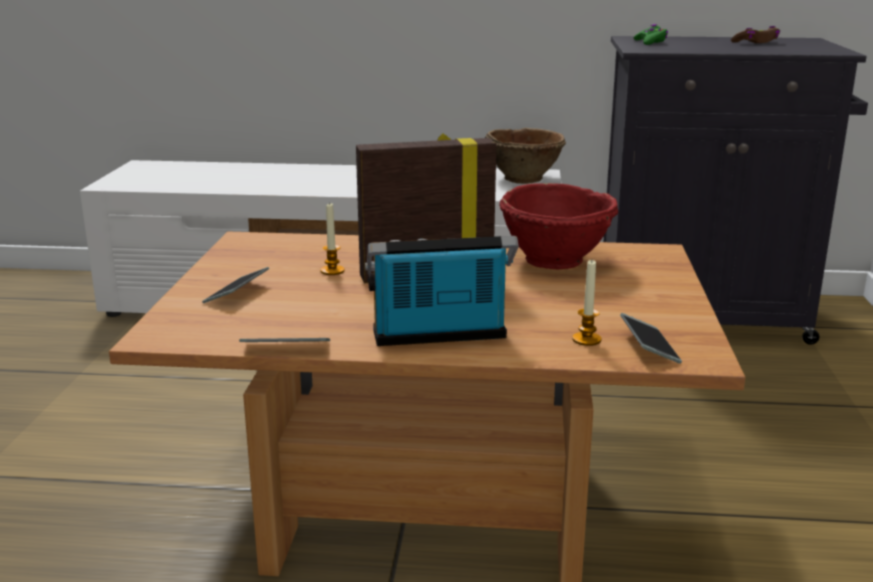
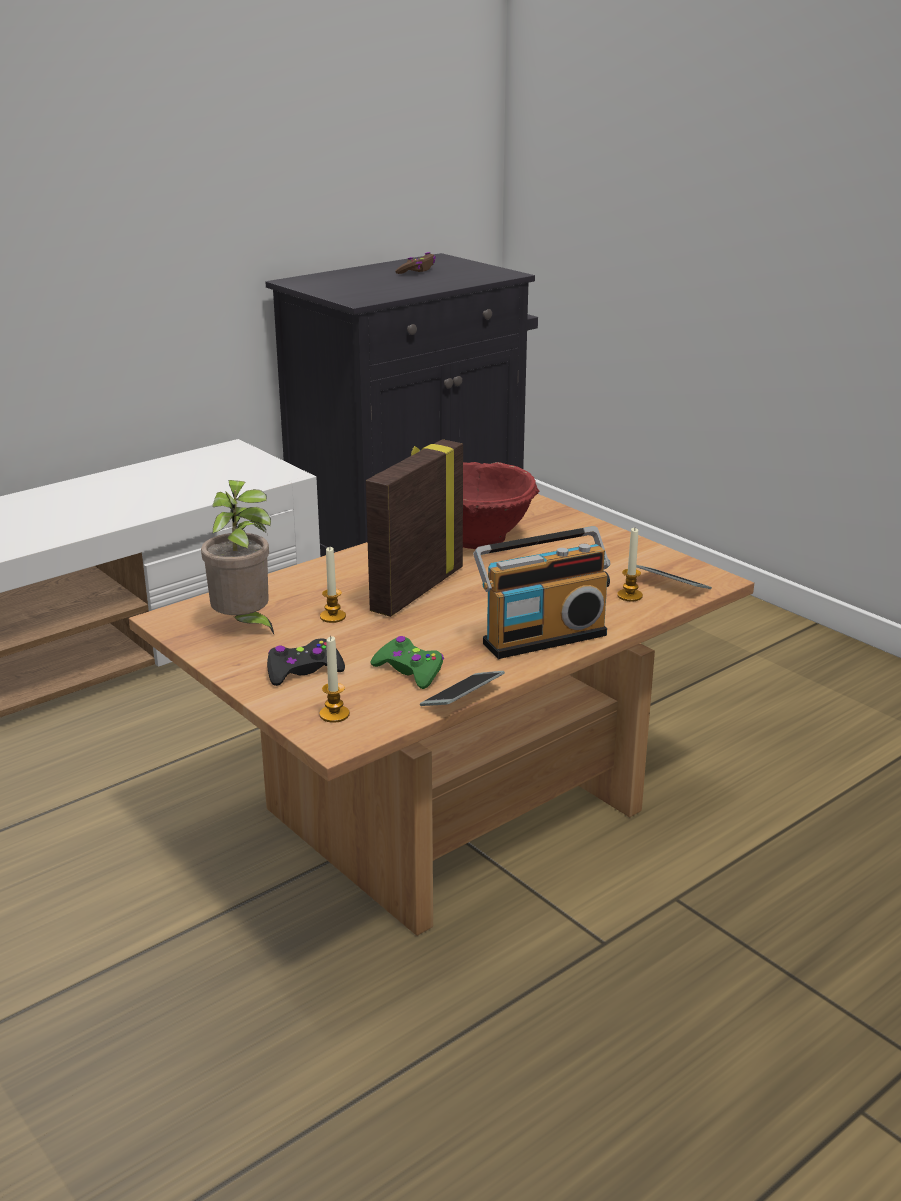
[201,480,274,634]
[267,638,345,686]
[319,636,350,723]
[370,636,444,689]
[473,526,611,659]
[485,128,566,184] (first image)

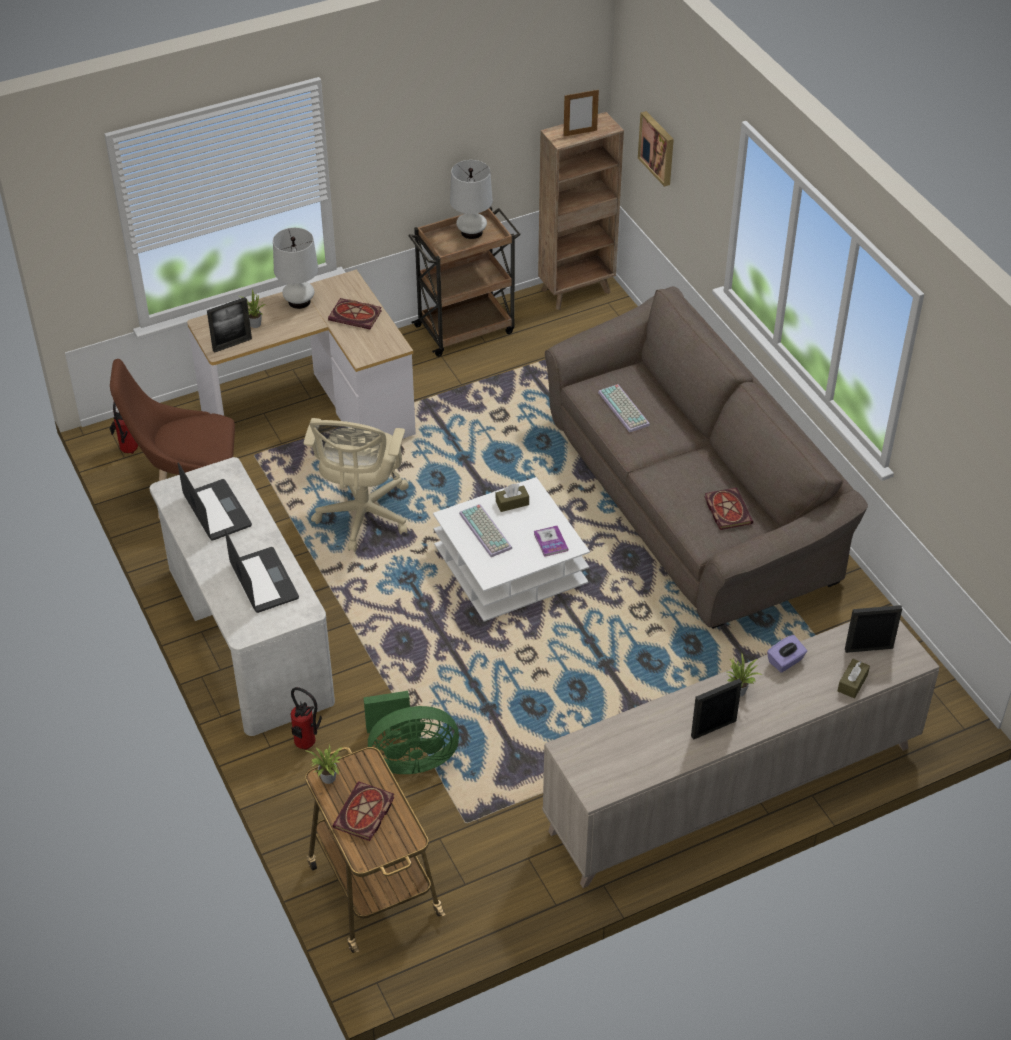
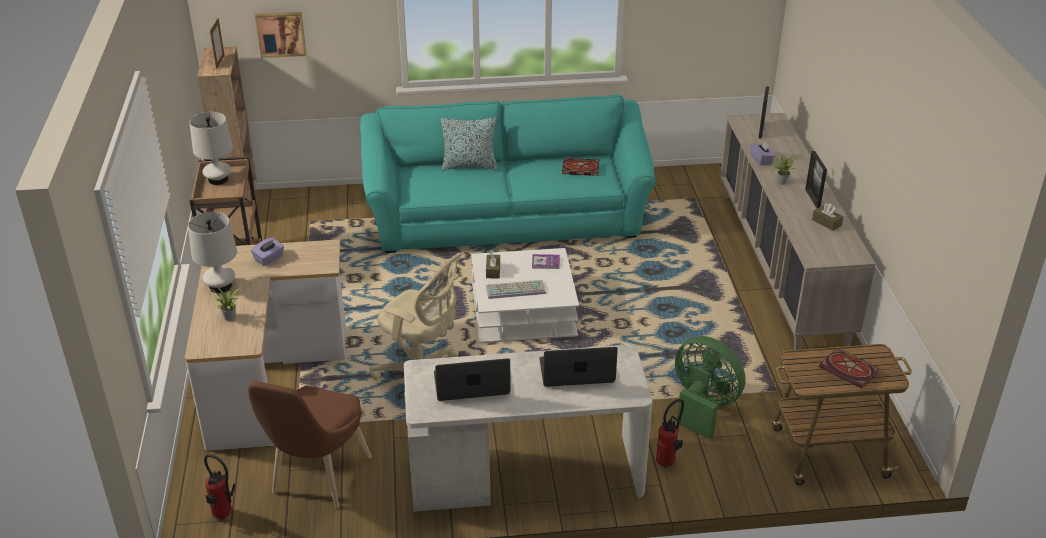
[251,237,284,266]
[360,94,656,253]
[441,117,498,170]
[675,336,746,439]
[812,203,843,231]
[207,297,252,353] (first image)
[304,744,342,784] (first image)
[598,384,650,433] (first image)

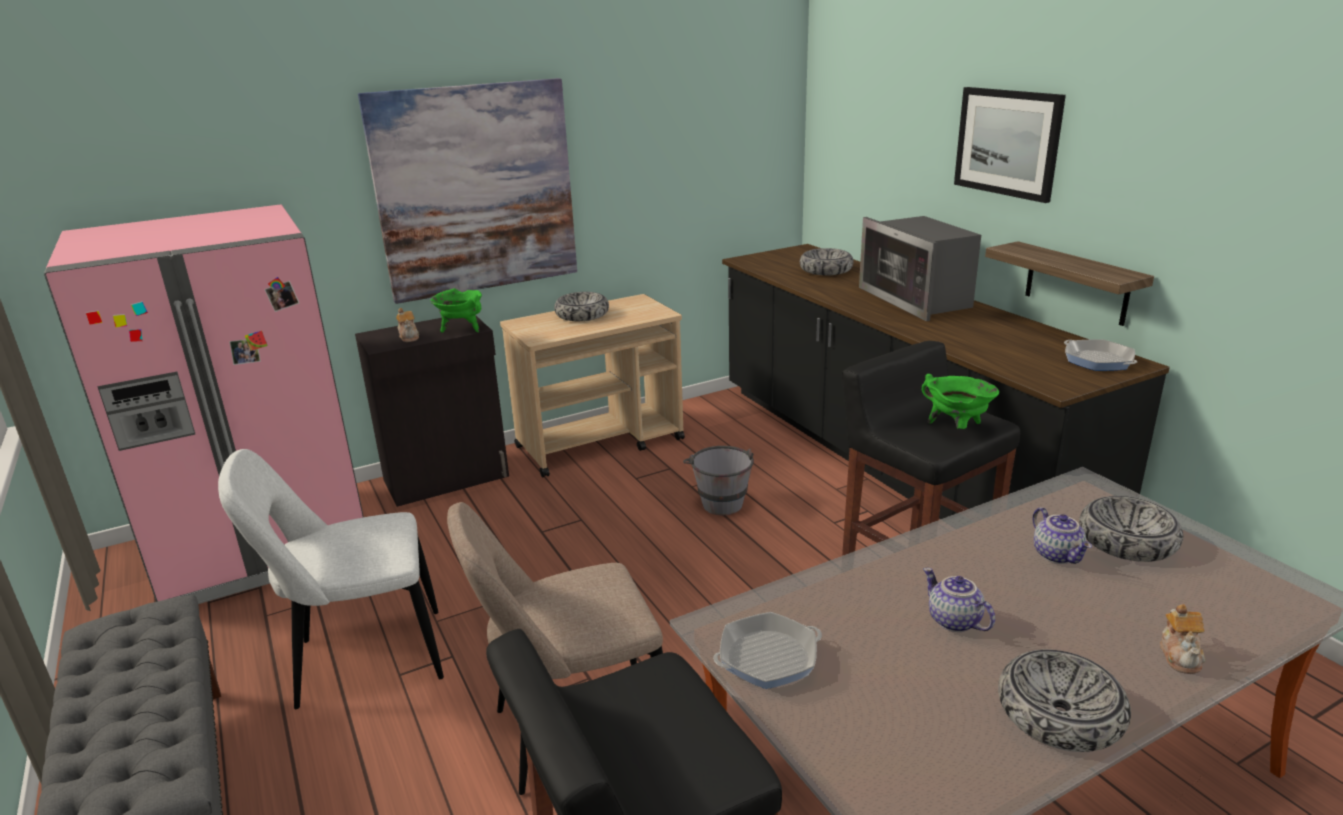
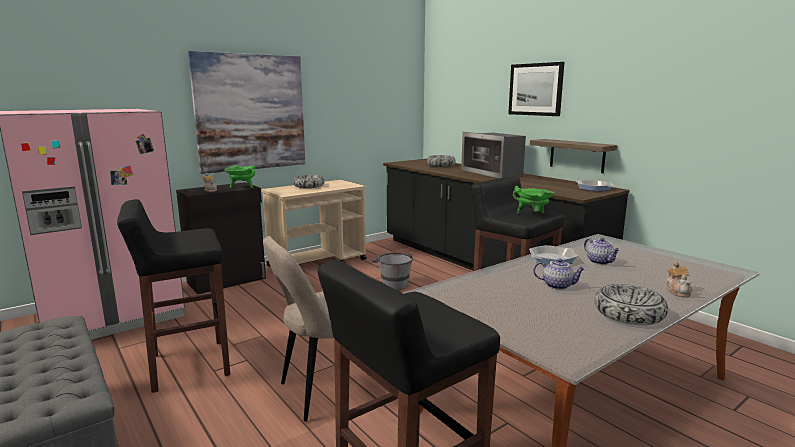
[117,199,230,393]
[529,245,578,265]
[533,258,586,290]
[1079,496,1183,562] (first image)

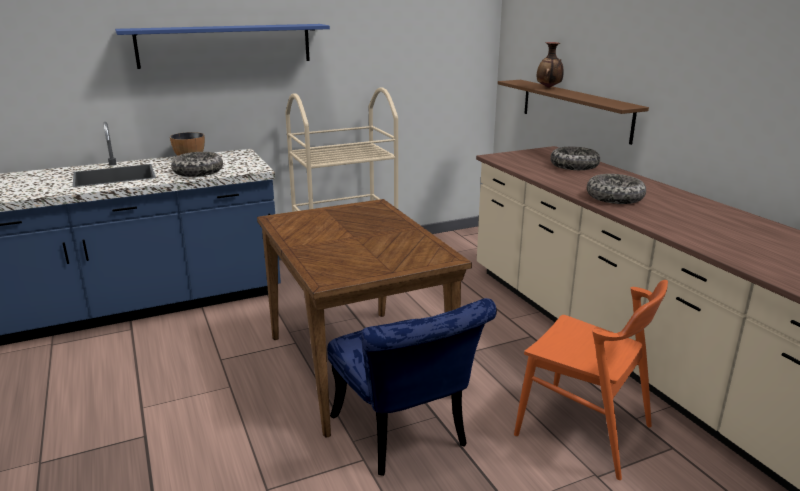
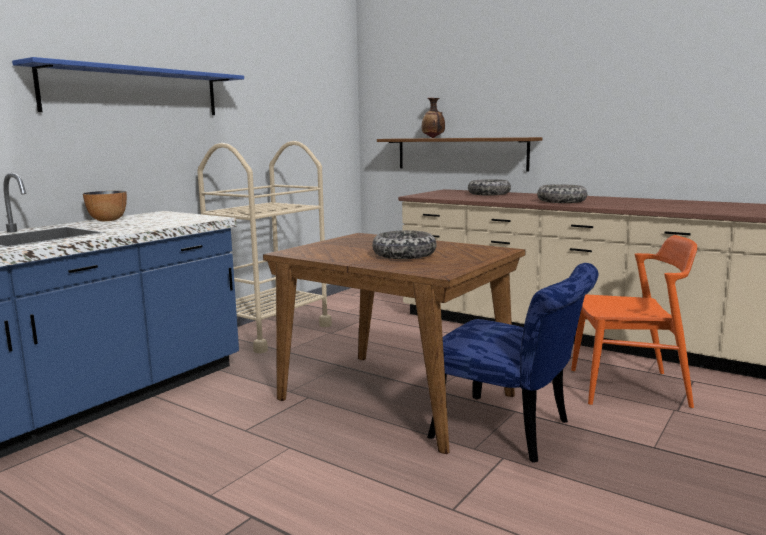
[372,230,437,259]

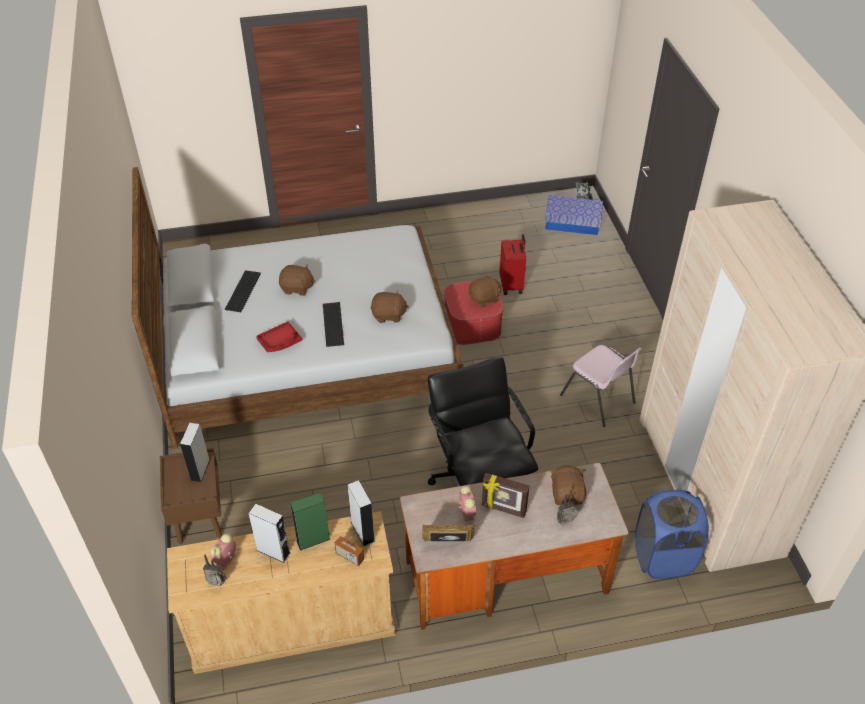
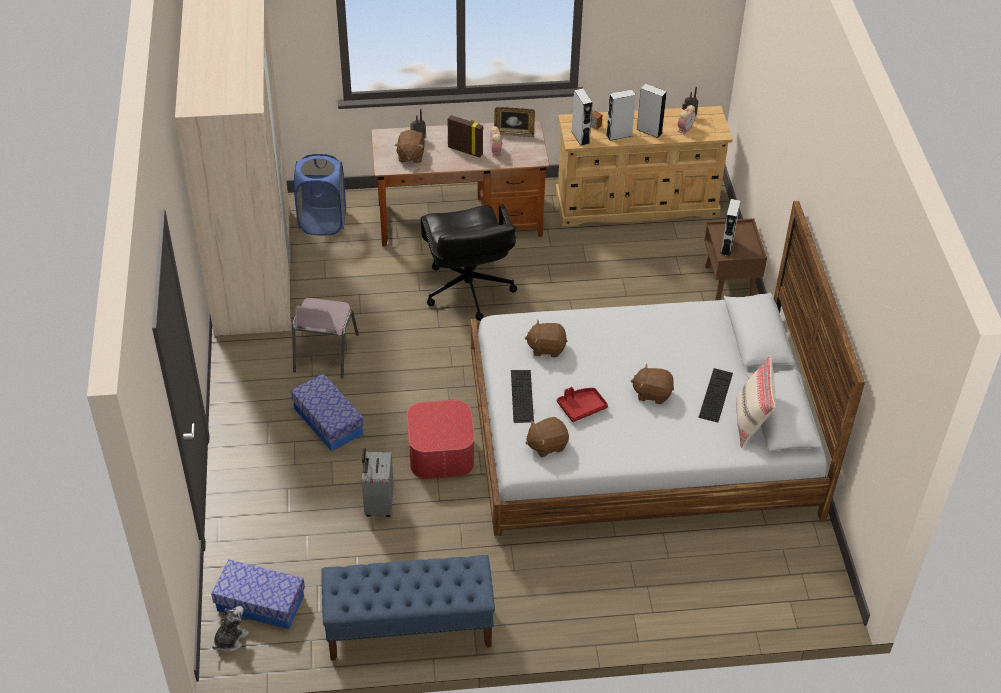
[290,373,364,451]
[292,298,359,378]
[321,555,495,661]
[362,448,394,517]
[511,370,534,423]
[526,417,569,457]
[557,387,608,422]
[606,89,636,141]
[736,355,776,448]

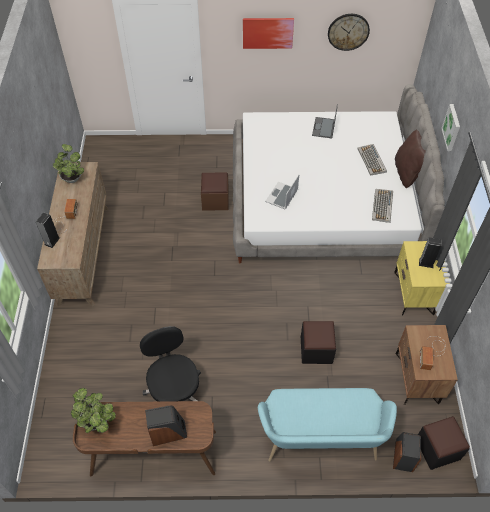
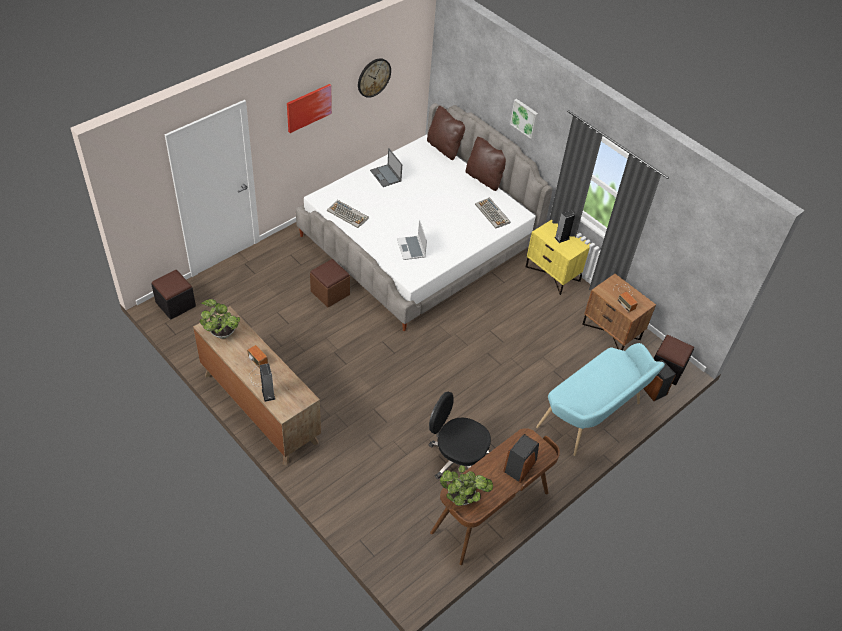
[151,270,196,319]
[327,200,369,228]
[427,106,465,160]

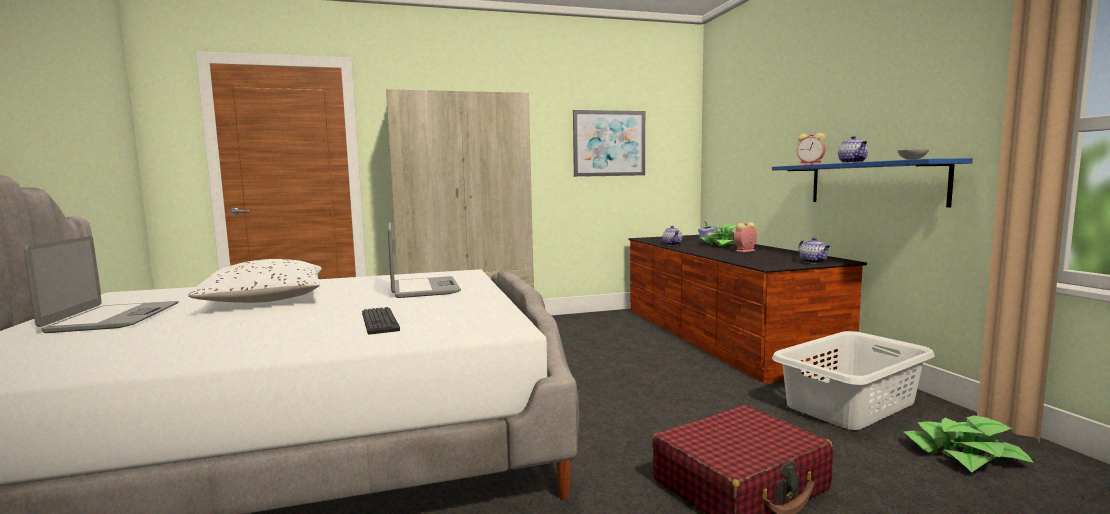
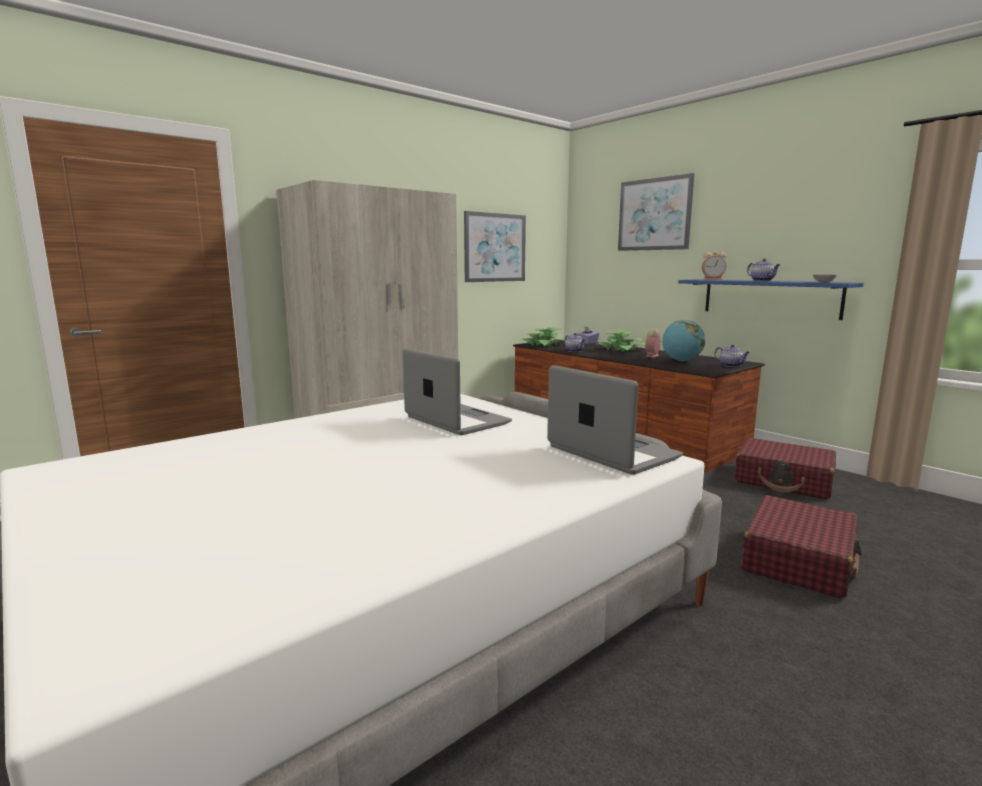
[522,327,565,346]
[547,365,683,475]
[618,173,694,251]
[662,320,705,361]
[734,437,836,500]
[188,259,322,303] (first image)
[362,307,400,335] (first image)

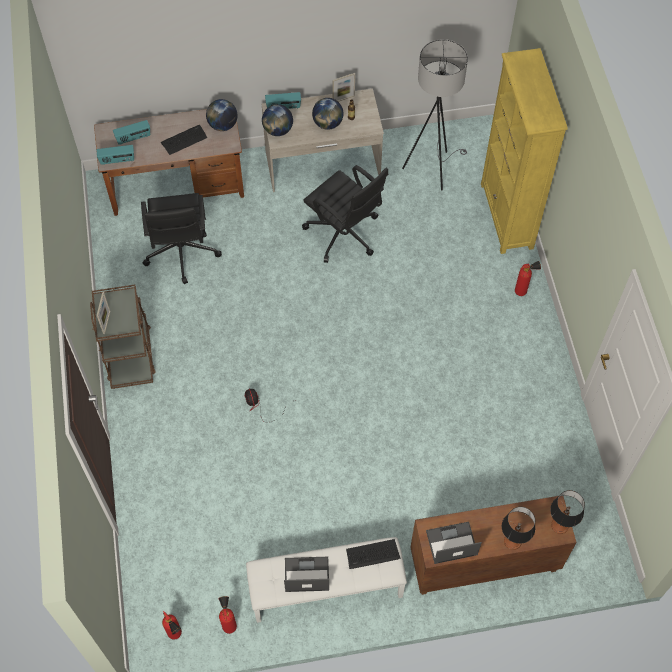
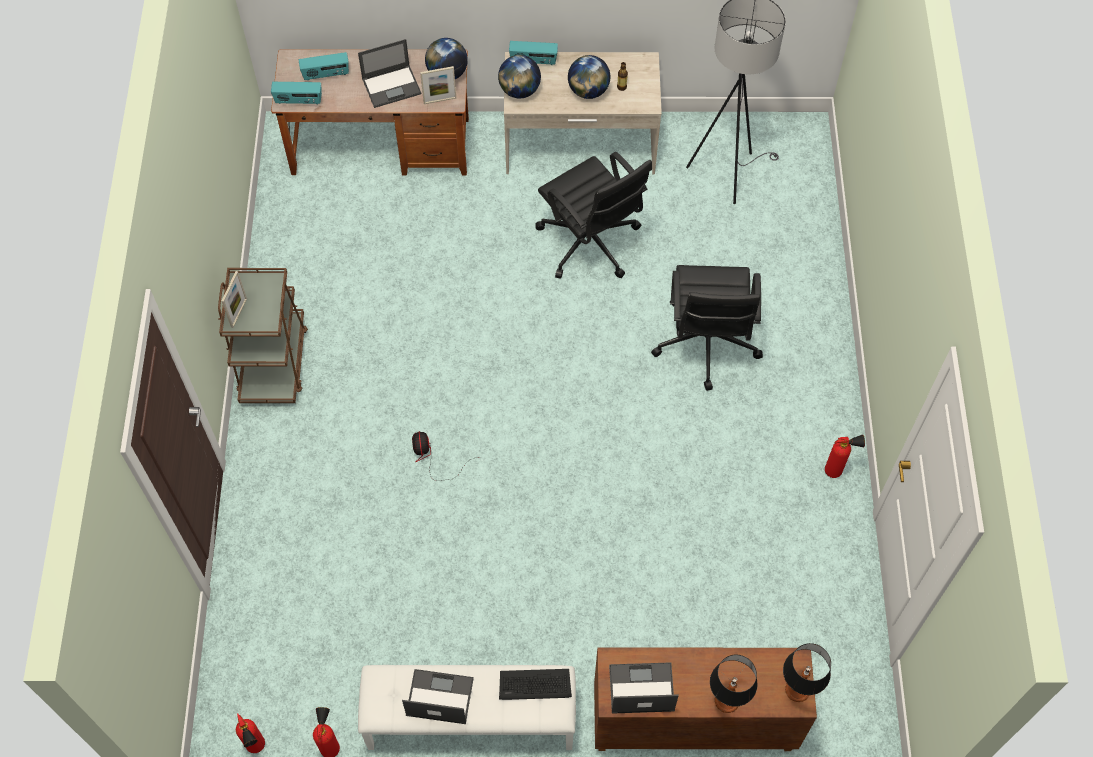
[358,39,421,108]
[420,66,456,104]
[651,265,763,391]
[825,435,865,478]
[481,48,568,254] (first image)

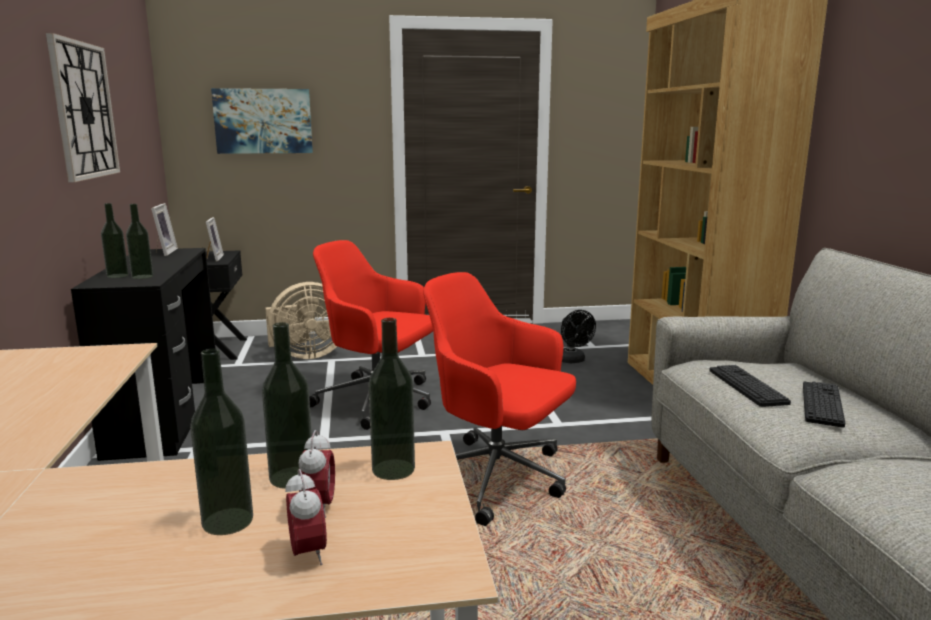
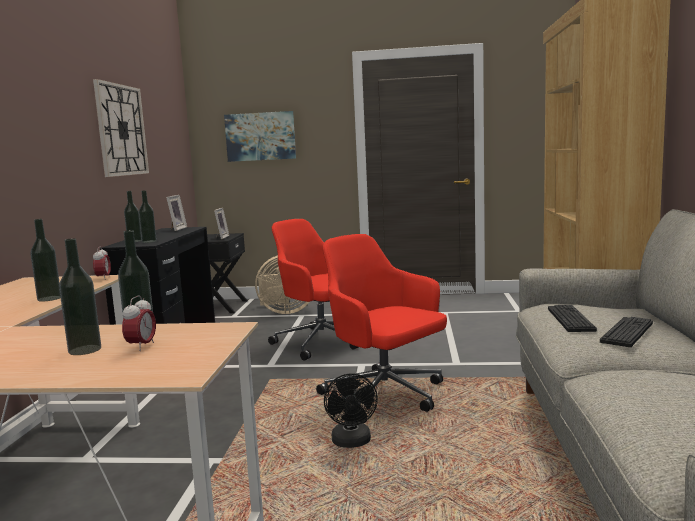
[30,219,60,301]
[93,247,111,280]
[324,374,378,448]

